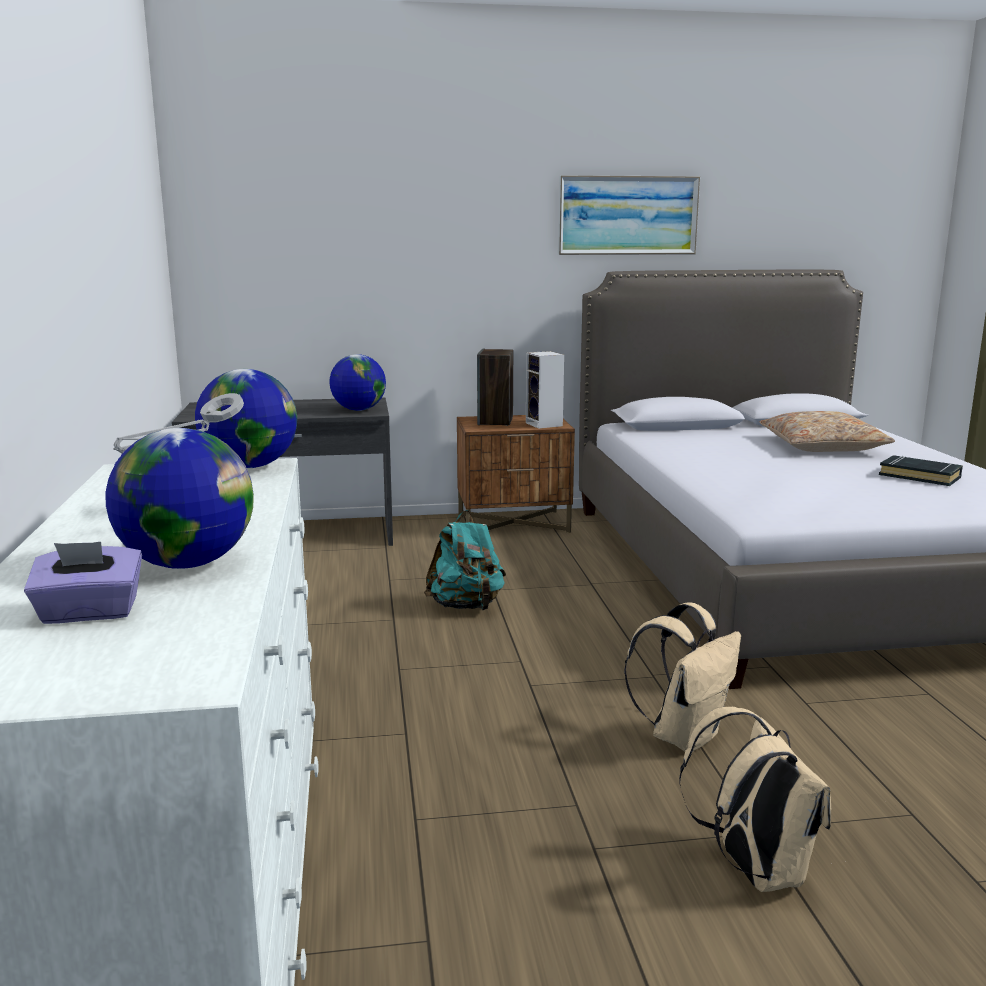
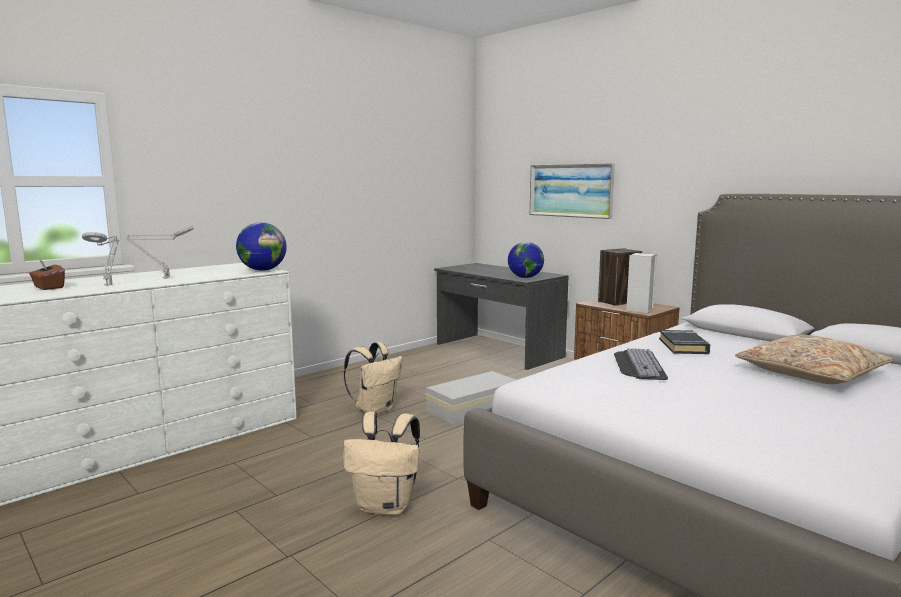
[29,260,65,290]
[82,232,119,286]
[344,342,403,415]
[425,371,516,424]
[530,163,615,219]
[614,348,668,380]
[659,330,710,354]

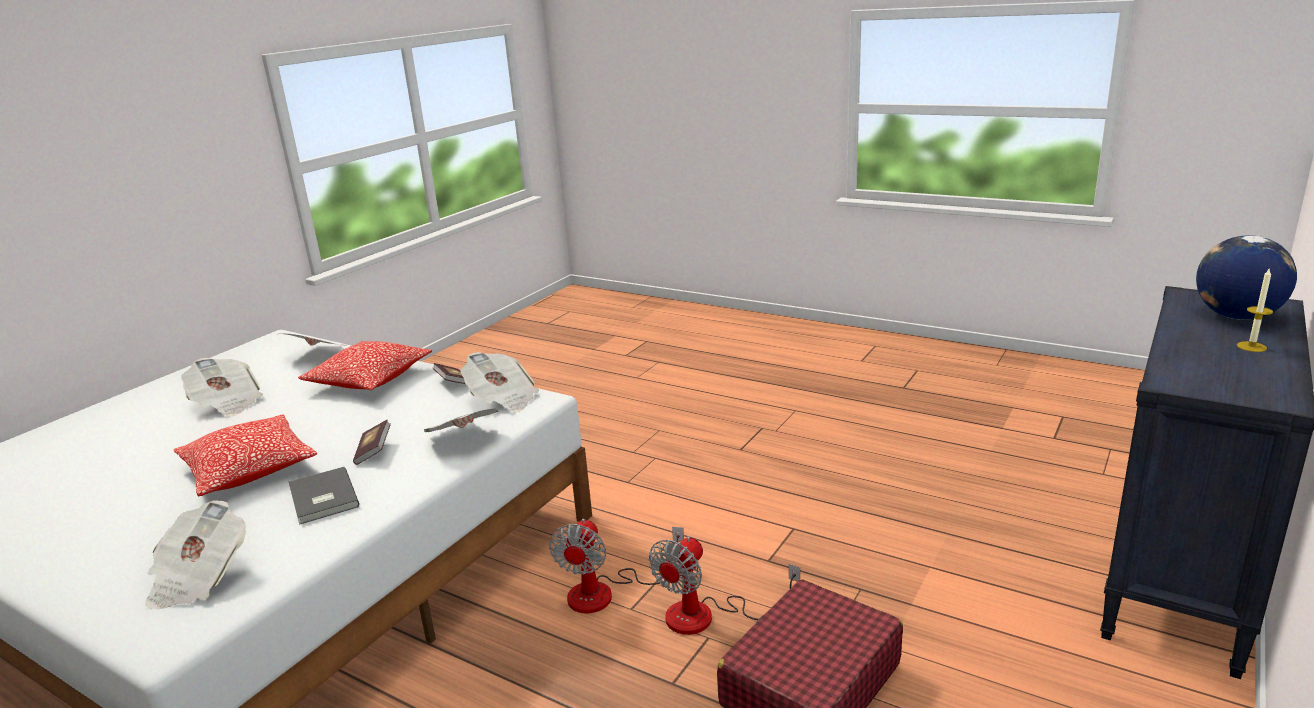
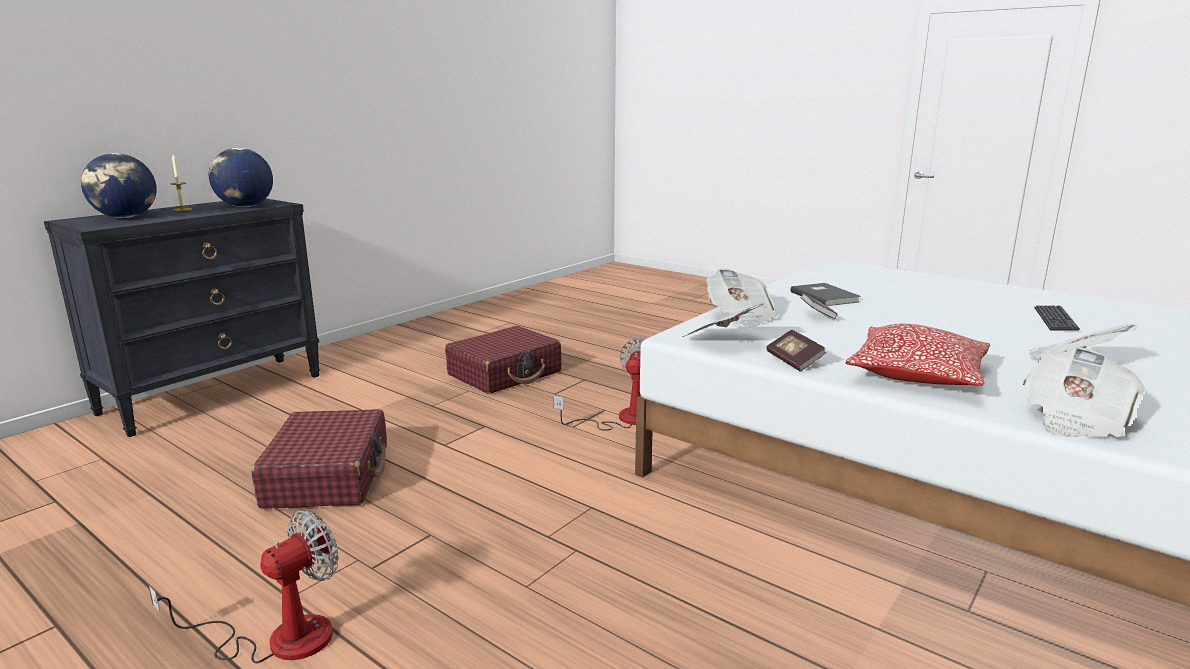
[149,510,339,663]
[209,148,273,207]
[251,409,387,509]
[1034,305,1080,331]
[145,500,246,609] (first image)
[173,414,317,496] (first image)

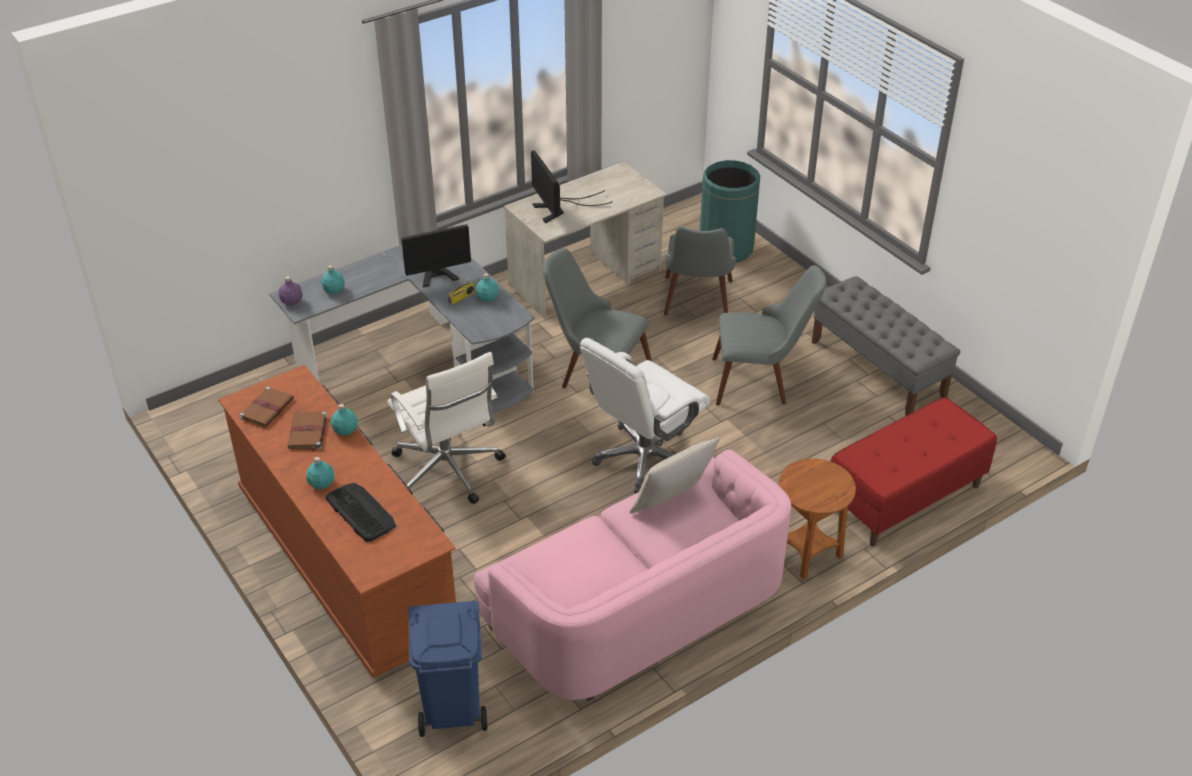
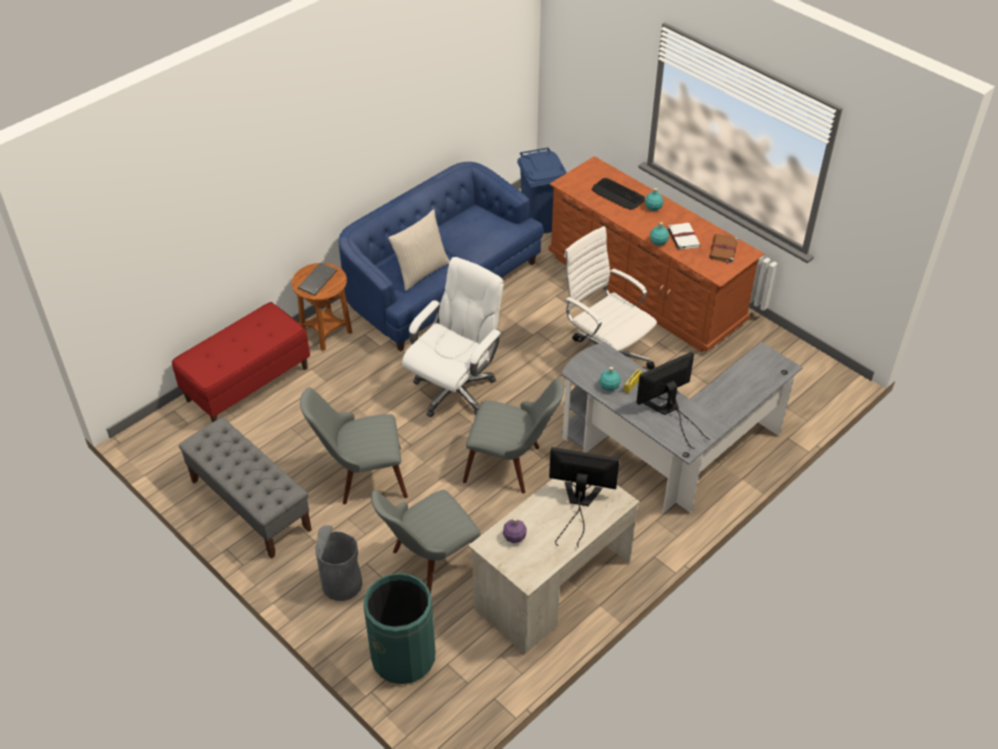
[298,262,337,296]
[315,525,362,601]
[339,162,543,351]
[371,490,481,594]
[503,517,527,543]
[549,447,620,548]
[667,223,701,250]
[321,265,345,294] (first image)

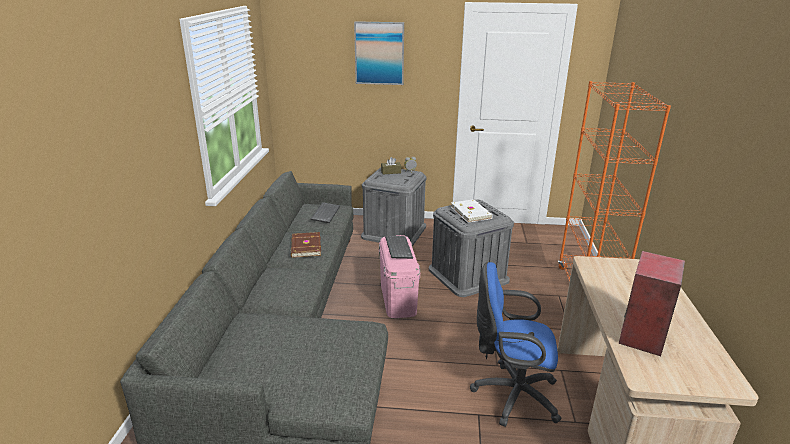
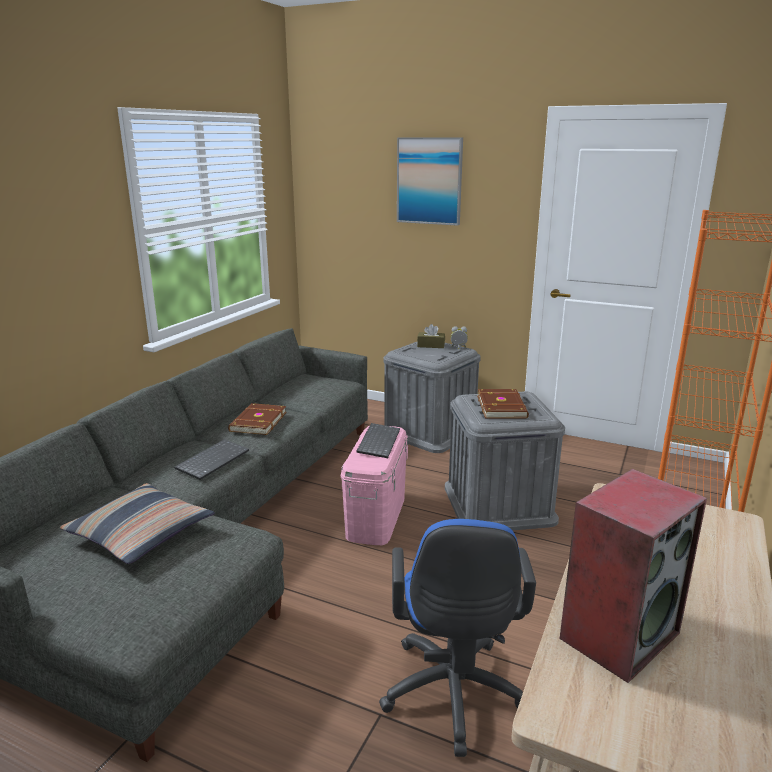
[60,483,215,564]
[174,439,249,480]
[379,519,536,757]
[477,389,529,418]

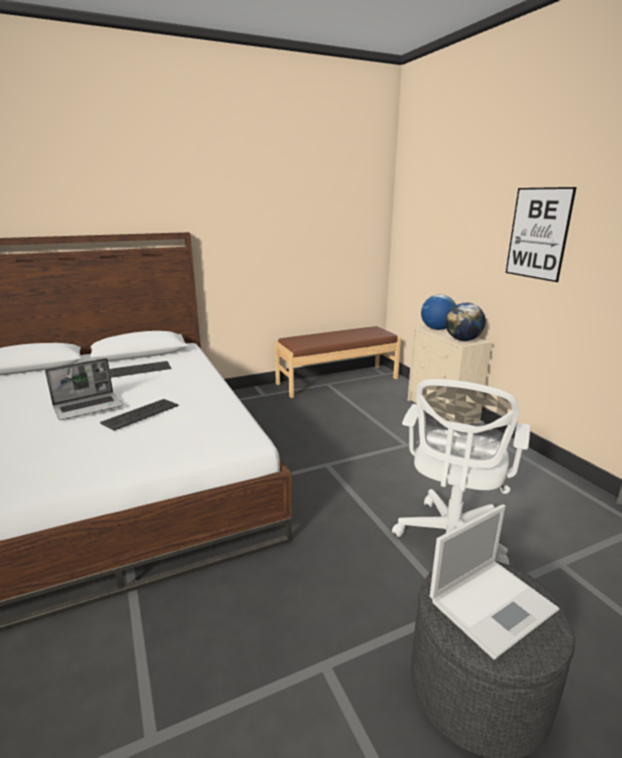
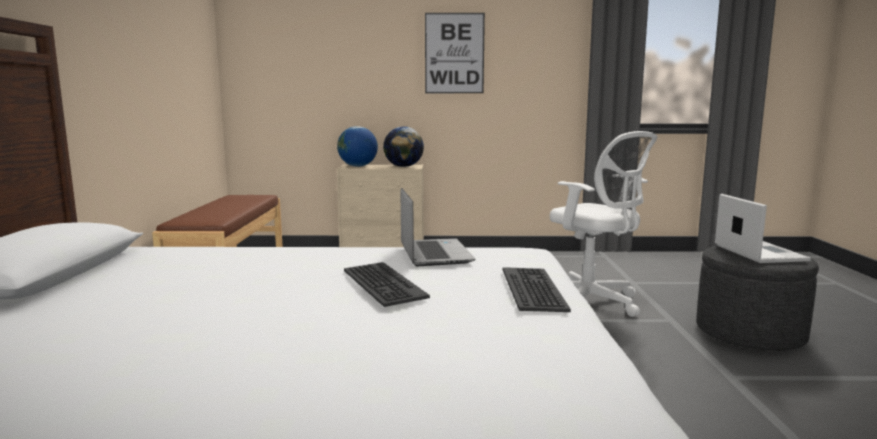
[401,188,475,266]
[502,267,571,312]

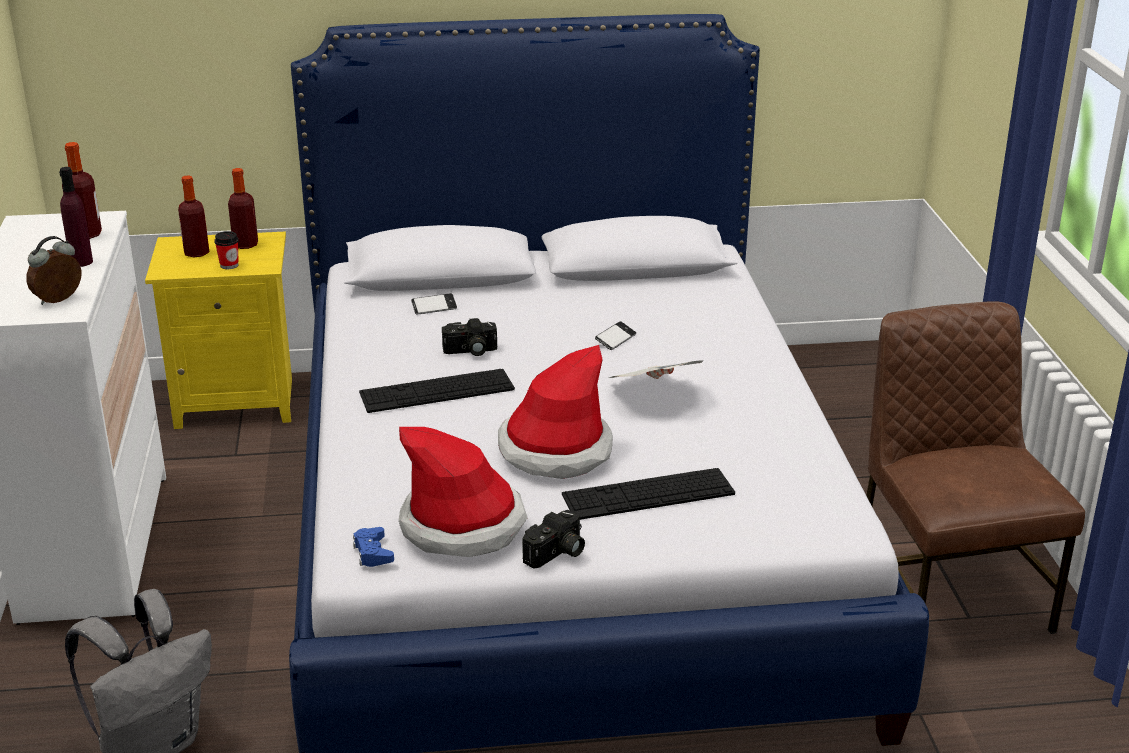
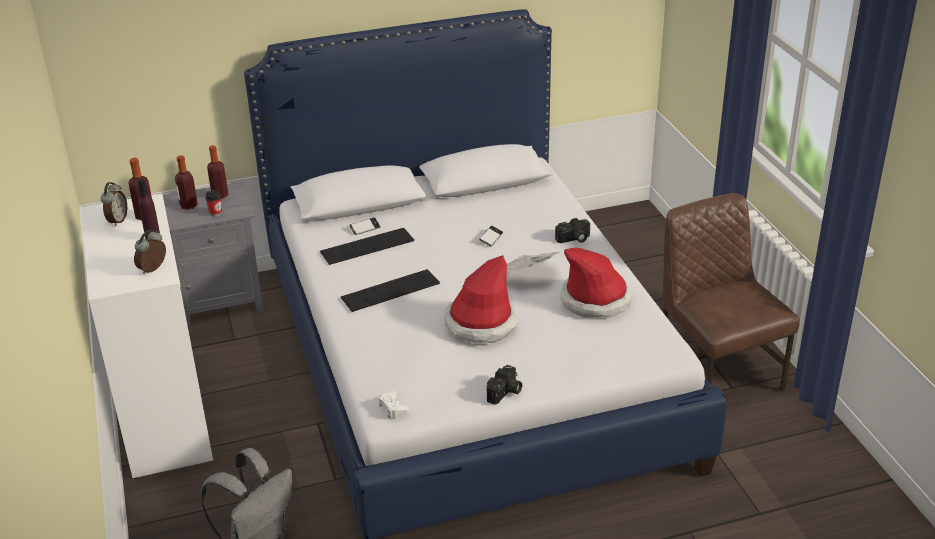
[100,182,127,226]
[163,182,264,325]
[320,228,414,265]
[379,391,409,418]
[555,218,590,243]
[561,248,633,318]

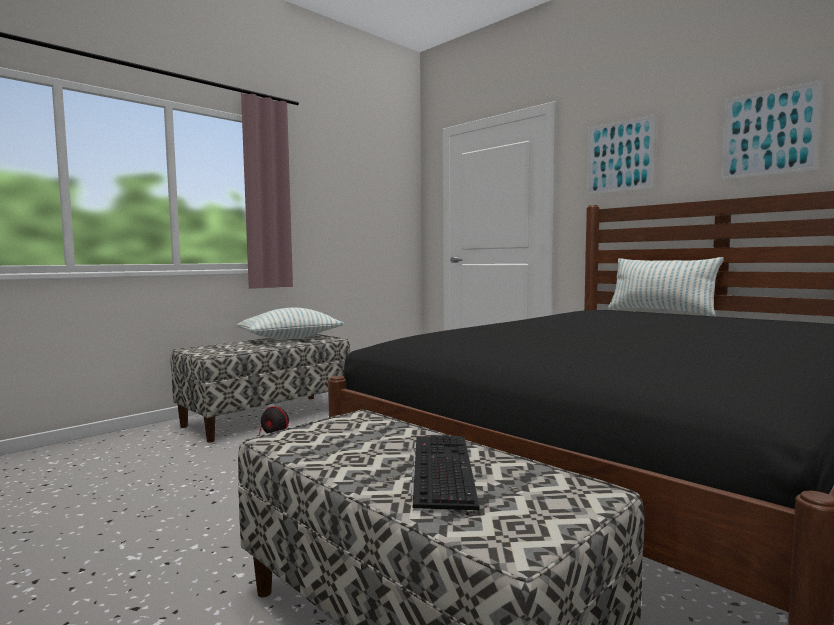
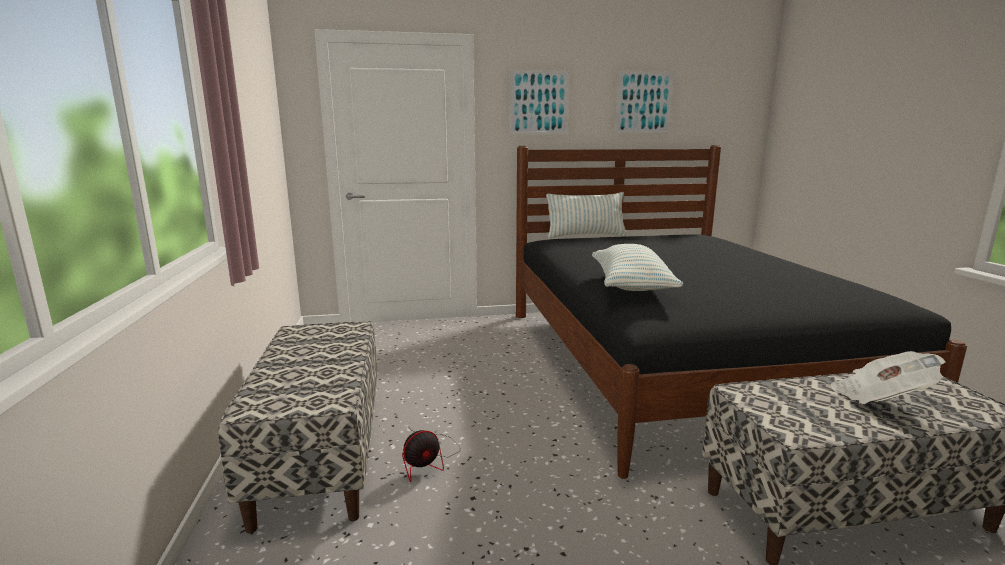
[592,244,684,291]
[830,351,946,404]

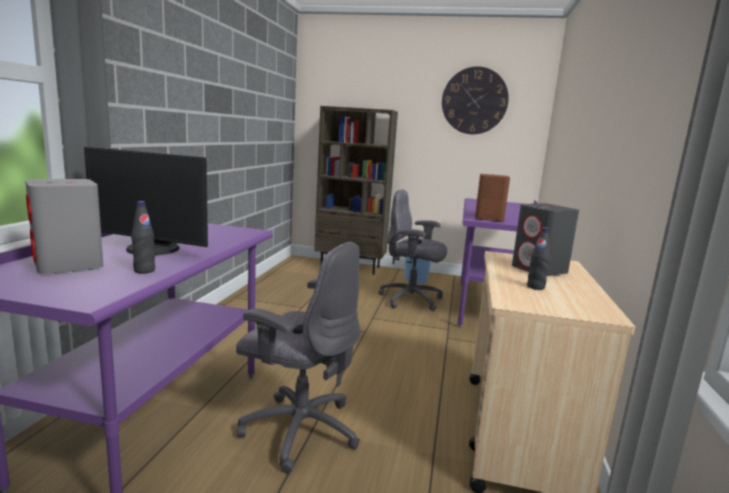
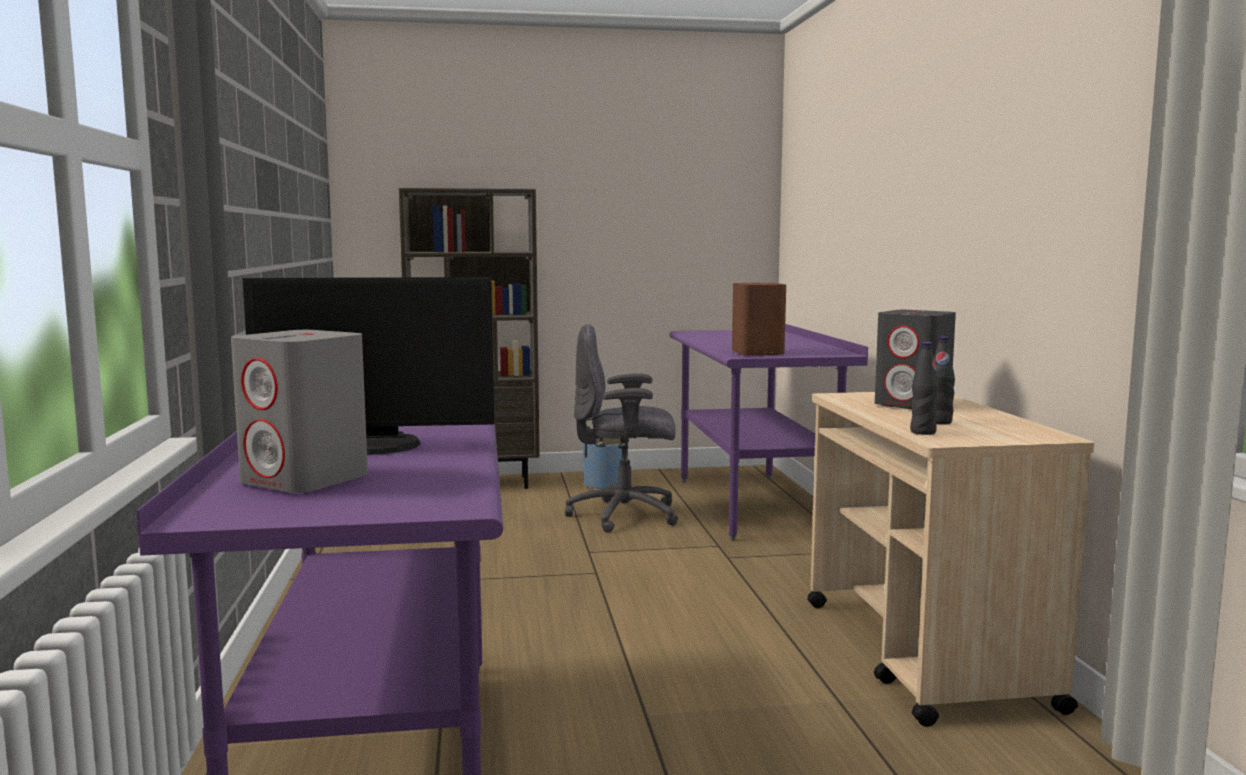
[910,342,939,435]
[236,242,361,474] (first image)
[442,66,509,134] (first image)

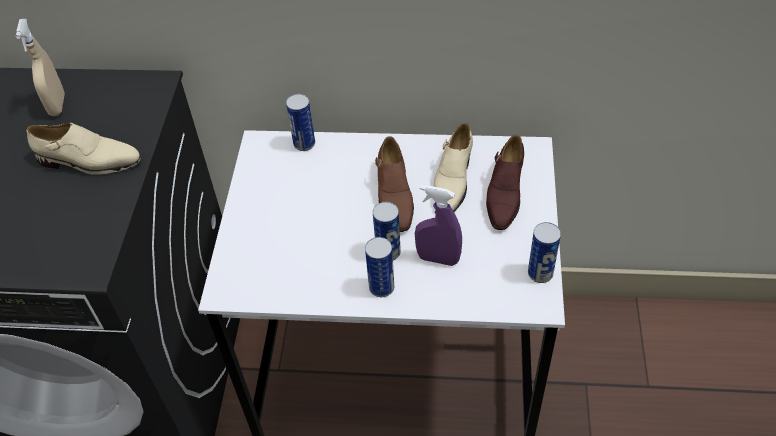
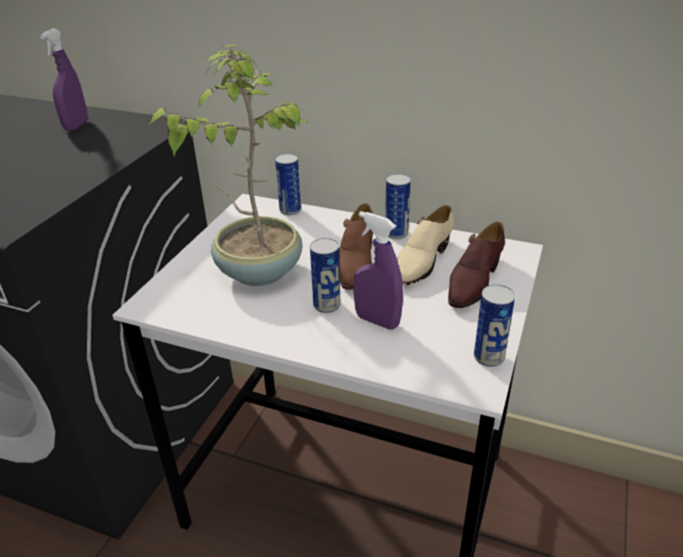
[40,29,88,131]
[149,45,310,286]
[385,174,411,239]
[27,123,141,175] (first image)

